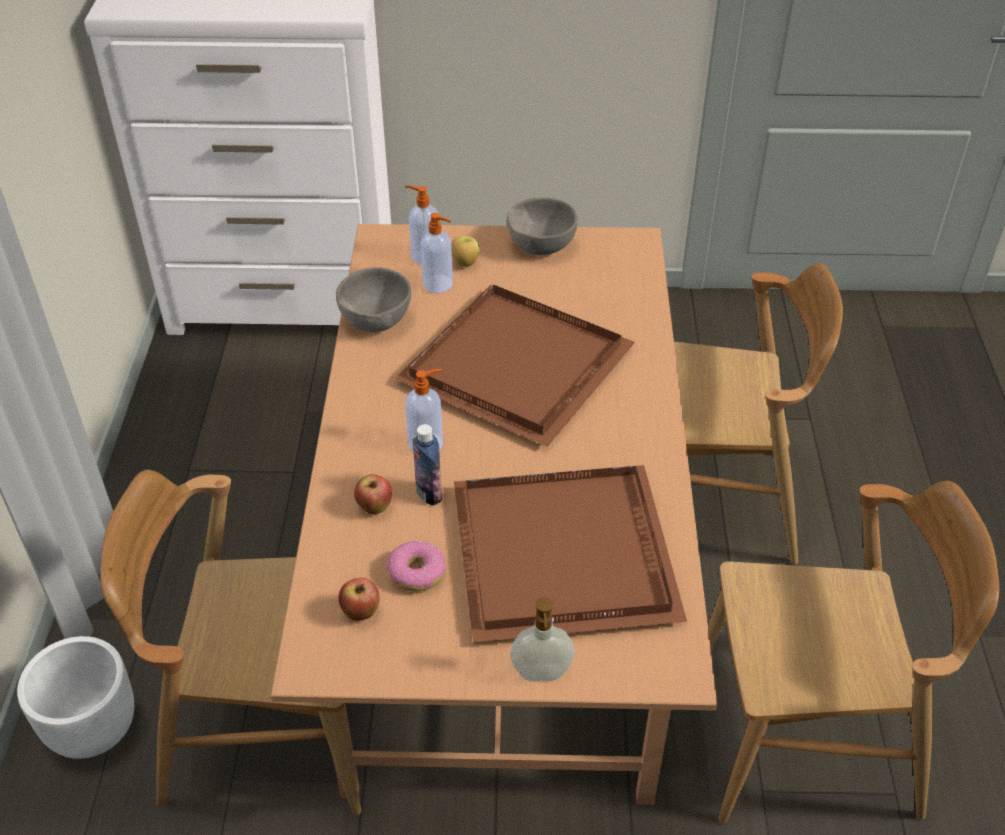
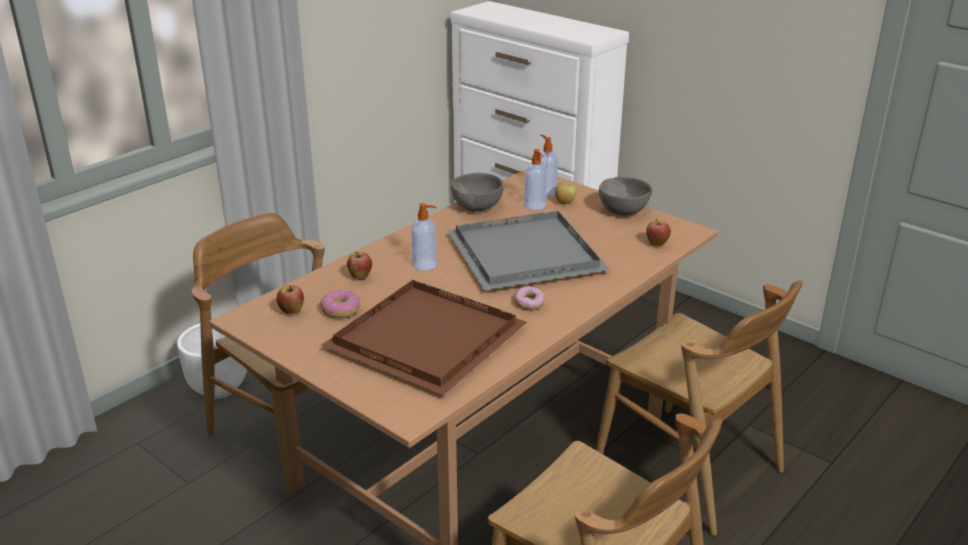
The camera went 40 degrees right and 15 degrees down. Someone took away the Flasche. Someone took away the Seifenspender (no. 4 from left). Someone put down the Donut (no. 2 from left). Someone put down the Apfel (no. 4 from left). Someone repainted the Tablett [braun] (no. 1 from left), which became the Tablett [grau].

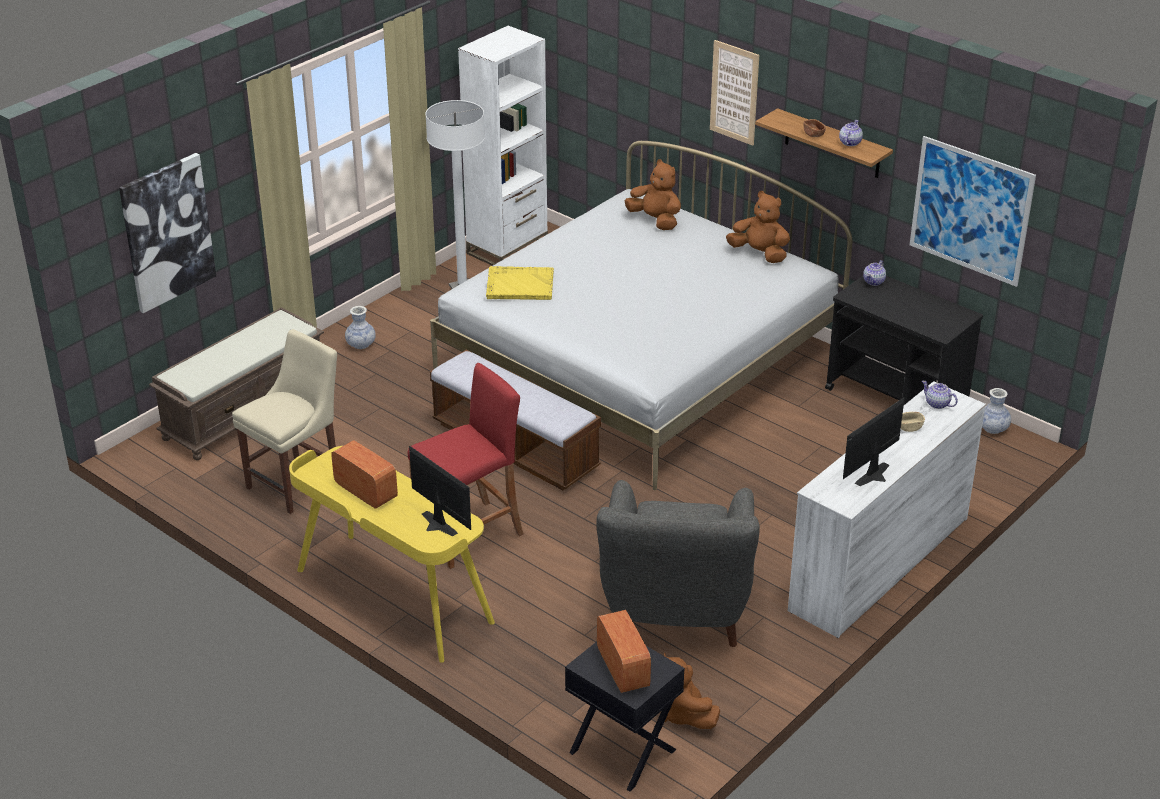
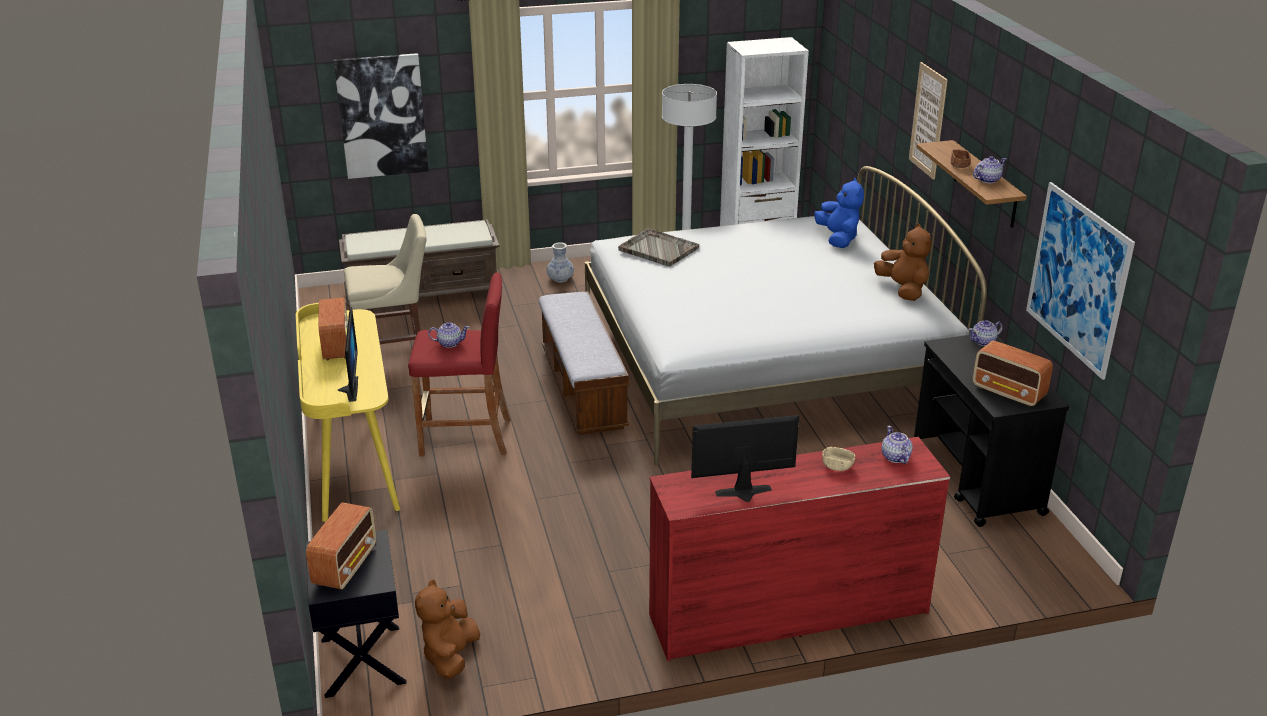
The camera went 35 degrees right and 5 degrees down. Someone took away the Sessel [grau]. Someone took away the Vase (no. 2 from left). Someone put down the Teekanne (no. 1 from left). Someone put down the Radio (no. 3 from left). Someone repainted the Tablett [gelb], which became the Tablett [grau]. Someone repainted the Plüschtier [braun] (no. 1 from left), which became the Plüschtier [blau]. Someone repainted the Kommode [weiß], which became the Kommode [rot].

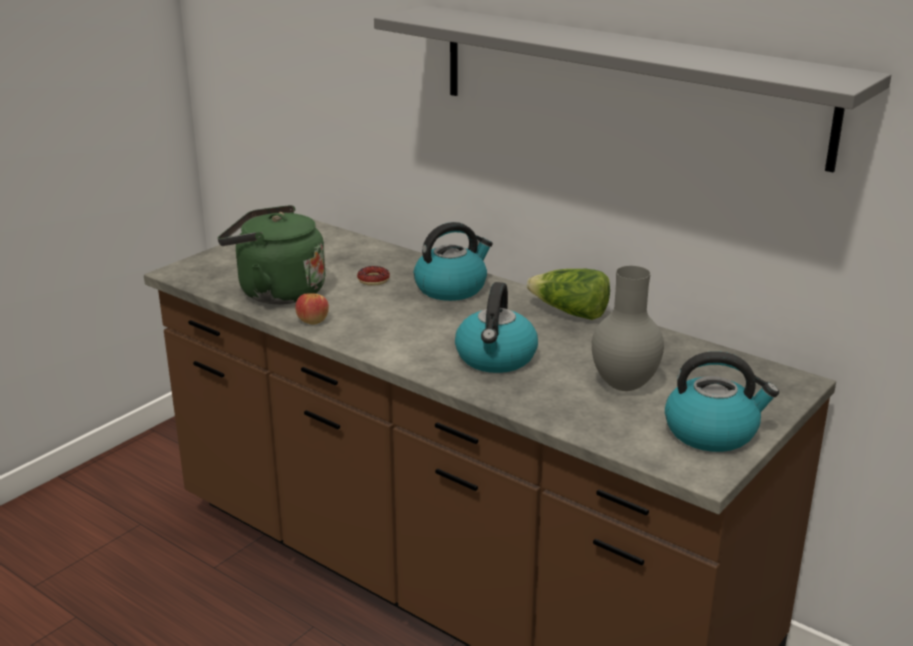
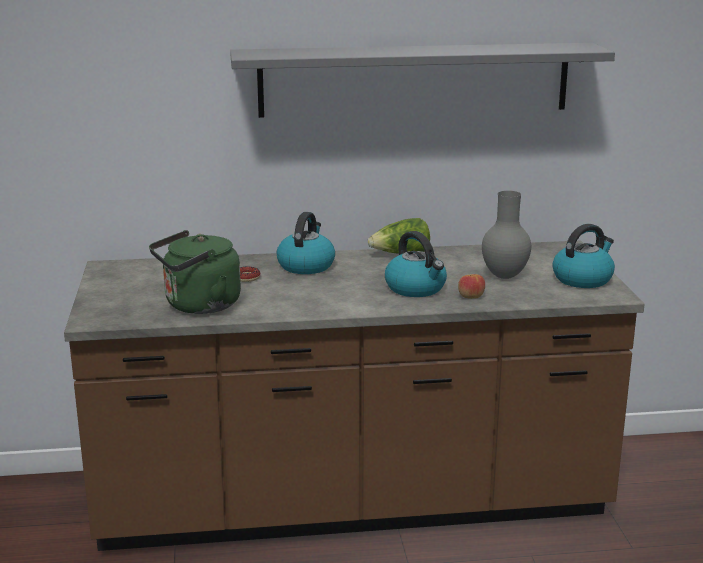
The camera went 45 degrees left and 5 degrees down. Someone carried the Apfel.

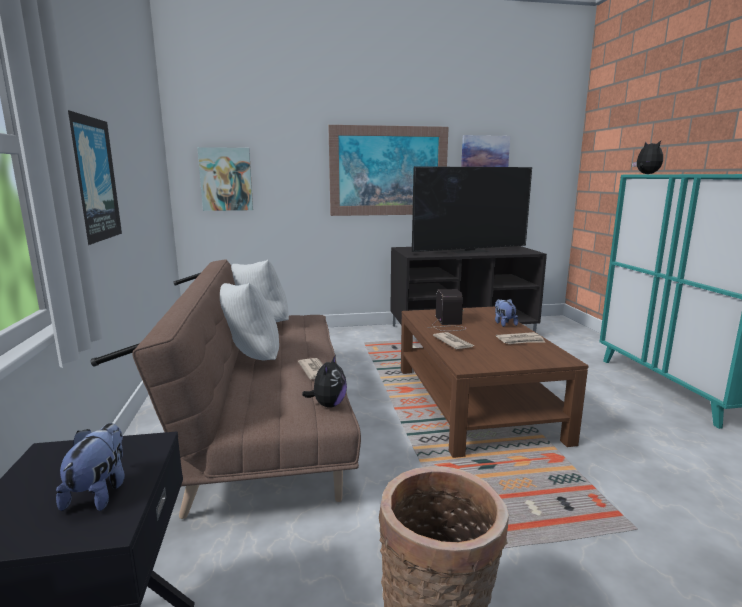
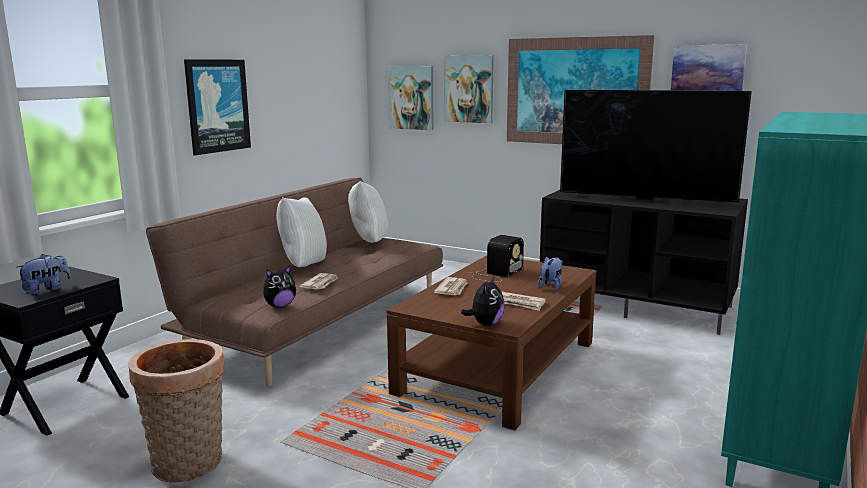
The camera went 40 degrees right and 0 degrees up. Someone put up the Bild (no. 3 from left). Someone carried the Plüschtier (no. 4 from left in the first image).

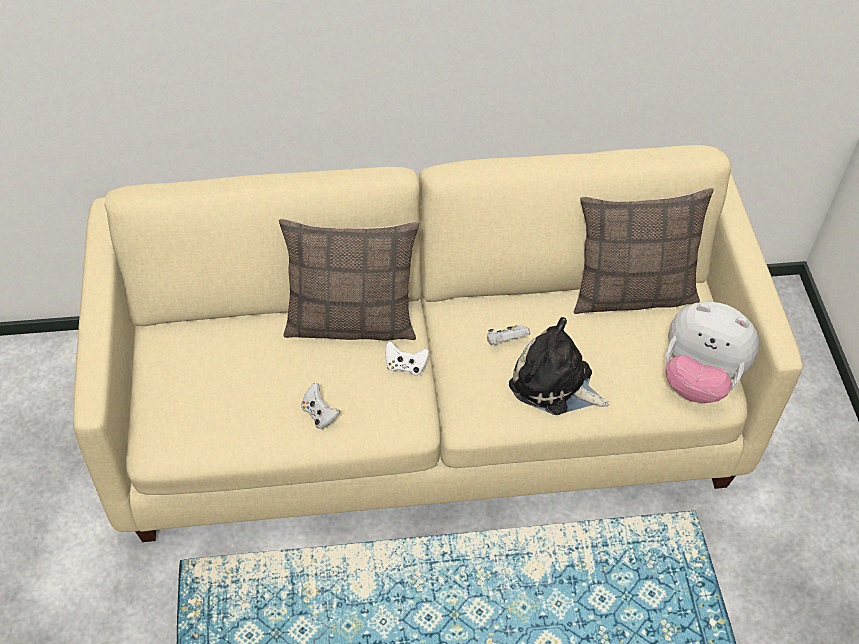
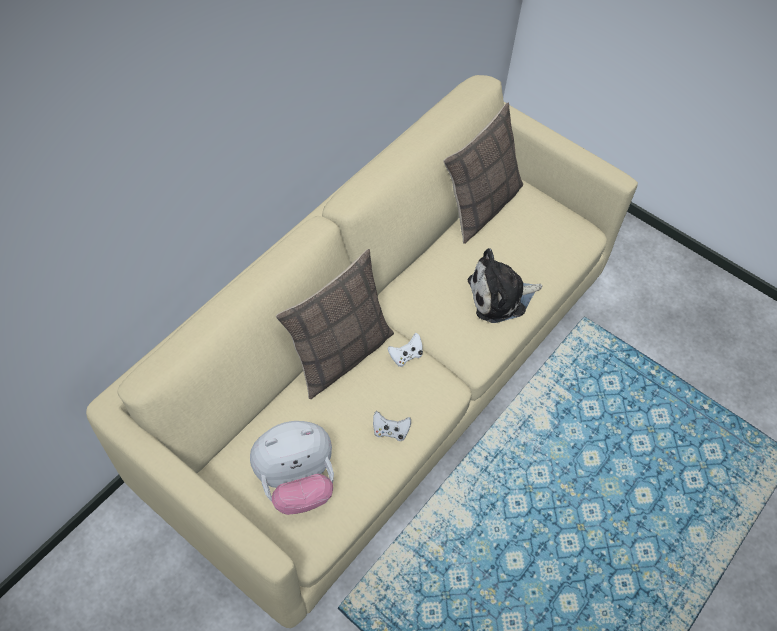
The camera went 45 degrees left and 5 degrees up. Someone took away the Gamepad [weiß] (no. 3 from left). Someone carried the Plüschtier (no. 2 from left in the first image).

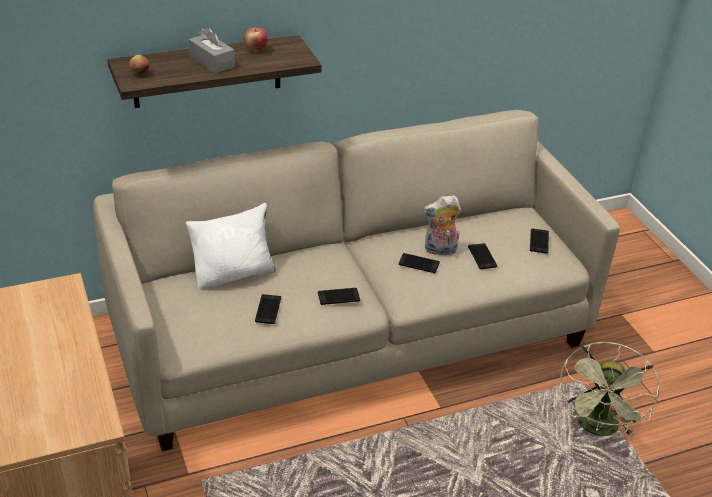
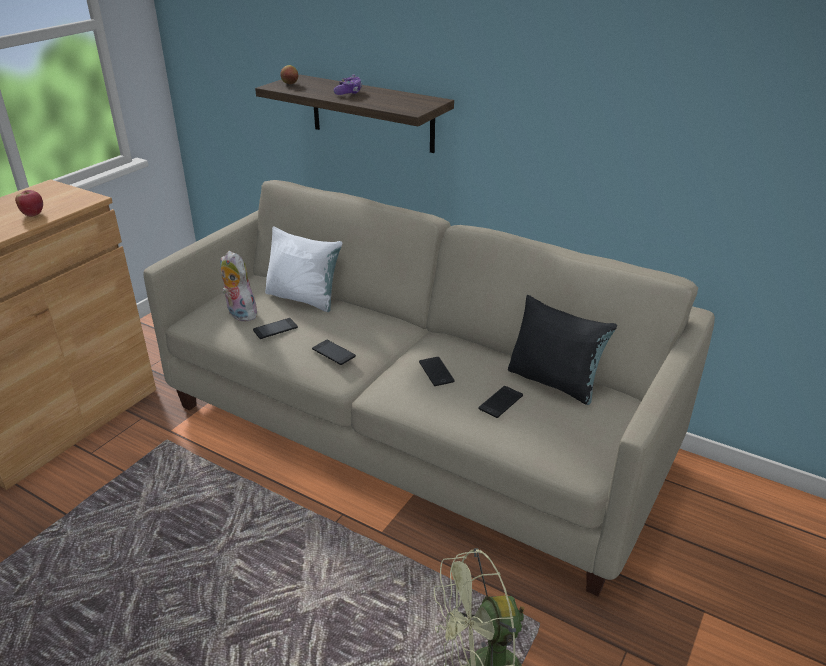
The camera went 55 degrees right and 5 degrees down. Someone took away the Handy (no. 5 from left). Someone put down the Kissen [schwarz]. Someone carried the Apfel (no. 2 from left in the first image). Someone carried the Plüschtier. Someone swapped the Taschentuchbox [grau] for the Gamepad.

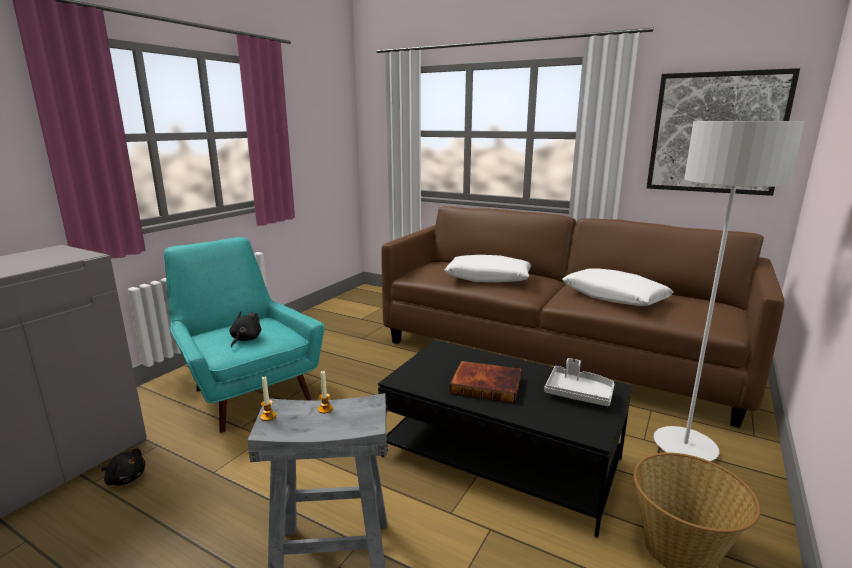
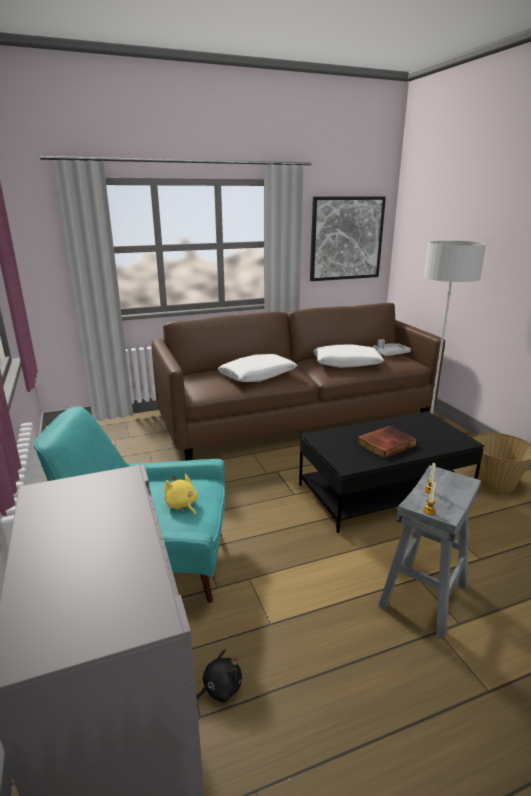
The camera went 50 degrees left and 5 degrees up. Someone carried the Tablett [grau]. Someone repainted the Plüschtier [schwarz] (no. 2 from left), which became the Plüschtier [gelb].

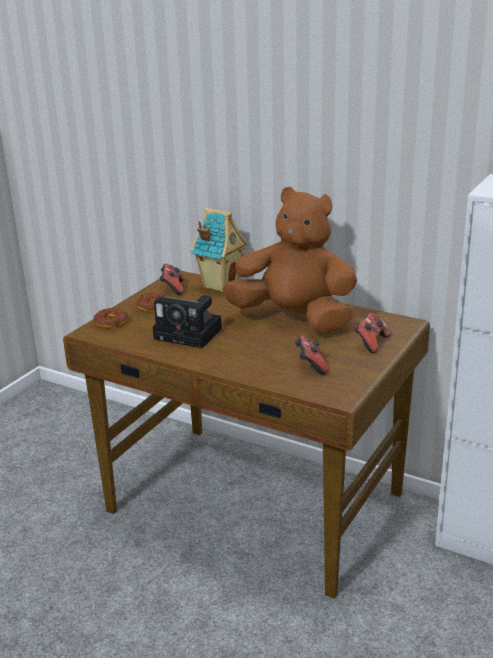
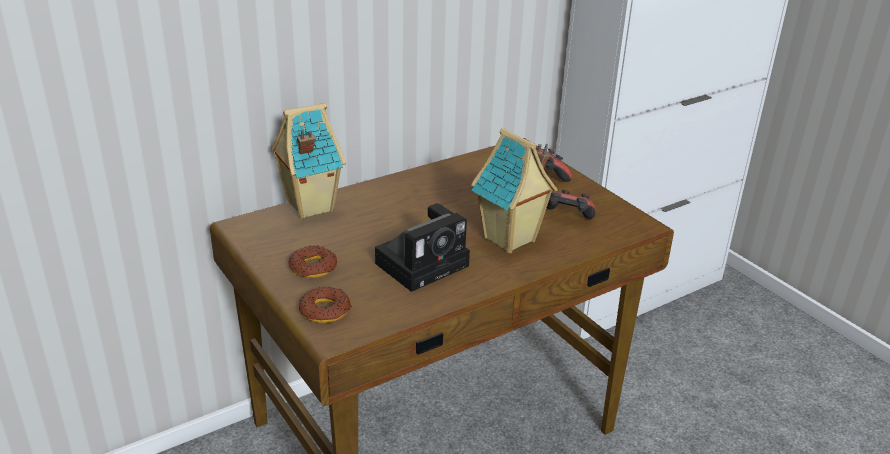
The camera went 65 degrees left and 5 degrees up. Someone took away the Gamepad (no. 1 from left). Someone took away the Plüschtier [braun]. Someone put down the Spielzeughaus (no. 2 from left).

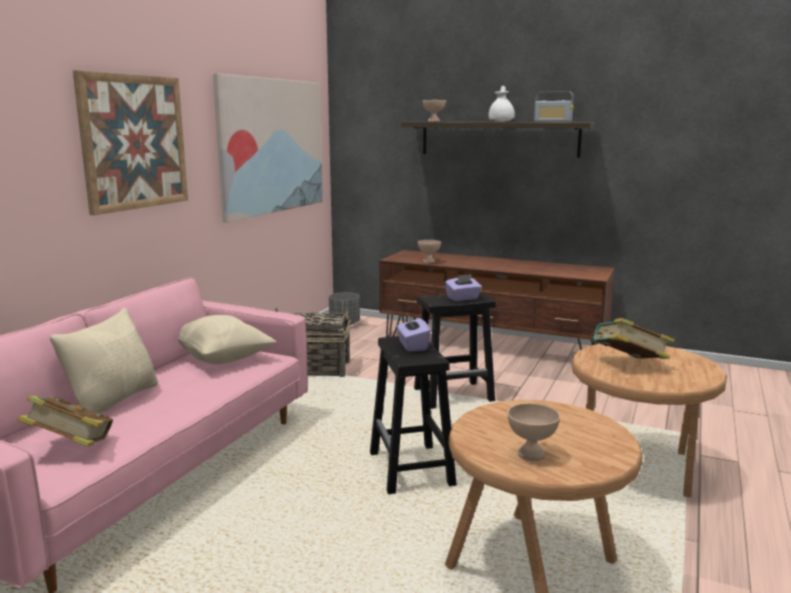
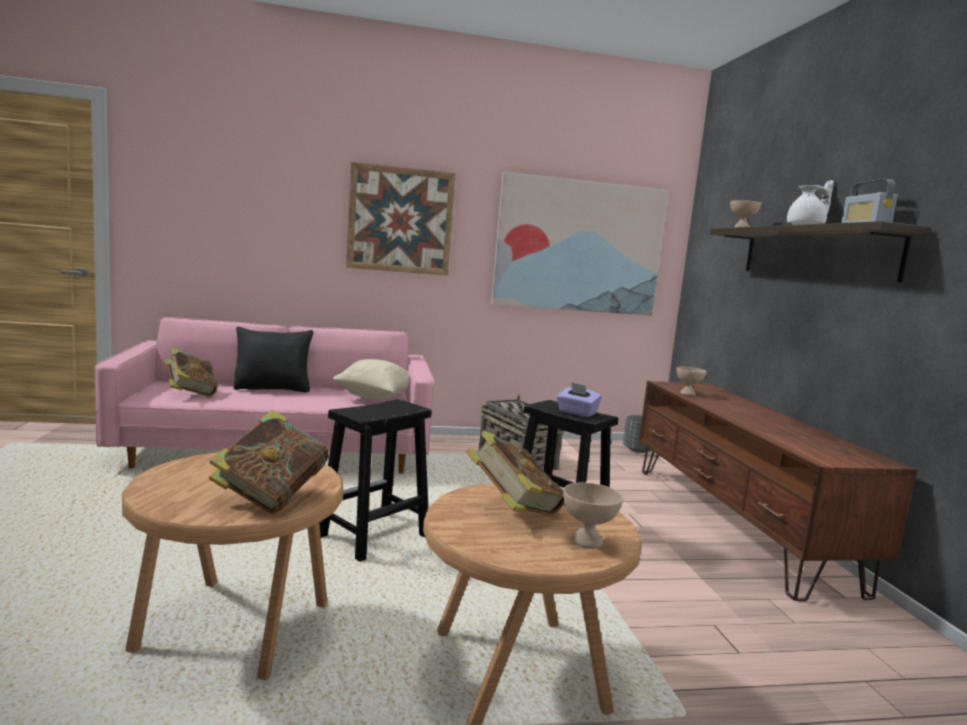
The camera went 55 degrees right and 5 degrees down. Someone took away the Taschentuchbox [lila] (no. 1 from left). Someone put down the Buch (no. 2 from left). Someone carried the Schüssel [beige] (no. 3 from left in the first image). Someone repainted the Kissen [beige] (no. 1 from left), which became the Kissen [schwarz].

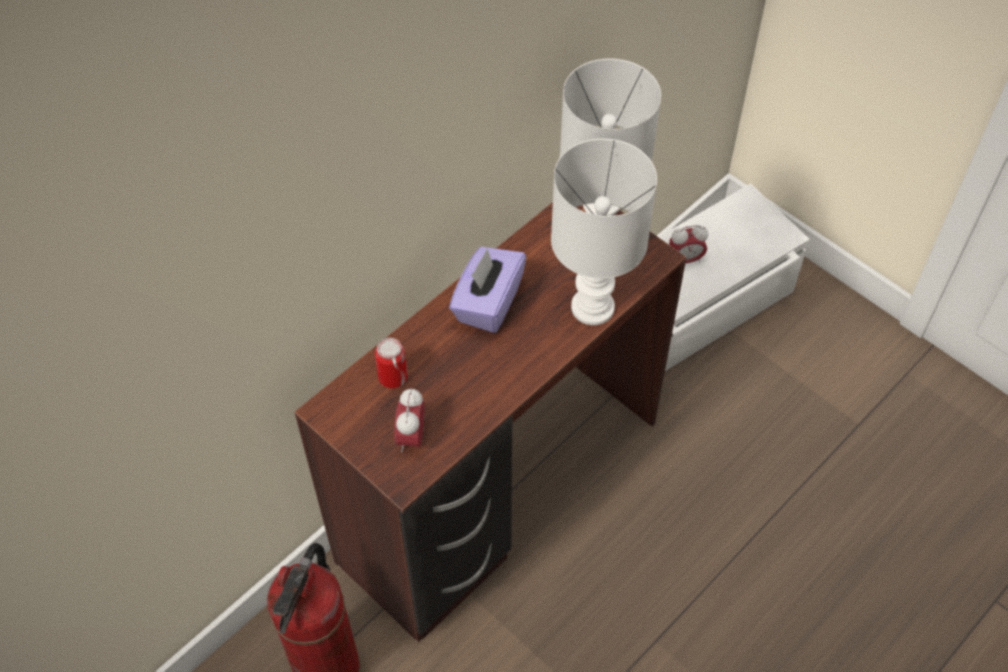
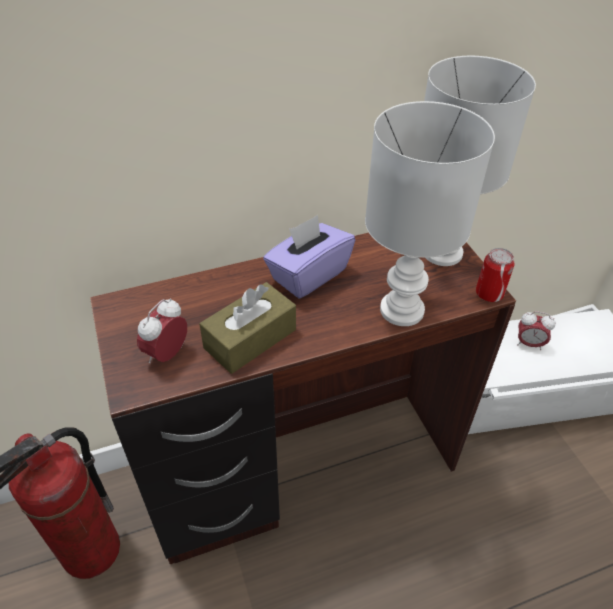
The camera went 25 degrees right and 10 degrees down. Someone put down the Taschentuchbox [braun]. Someone carried the Dose.

